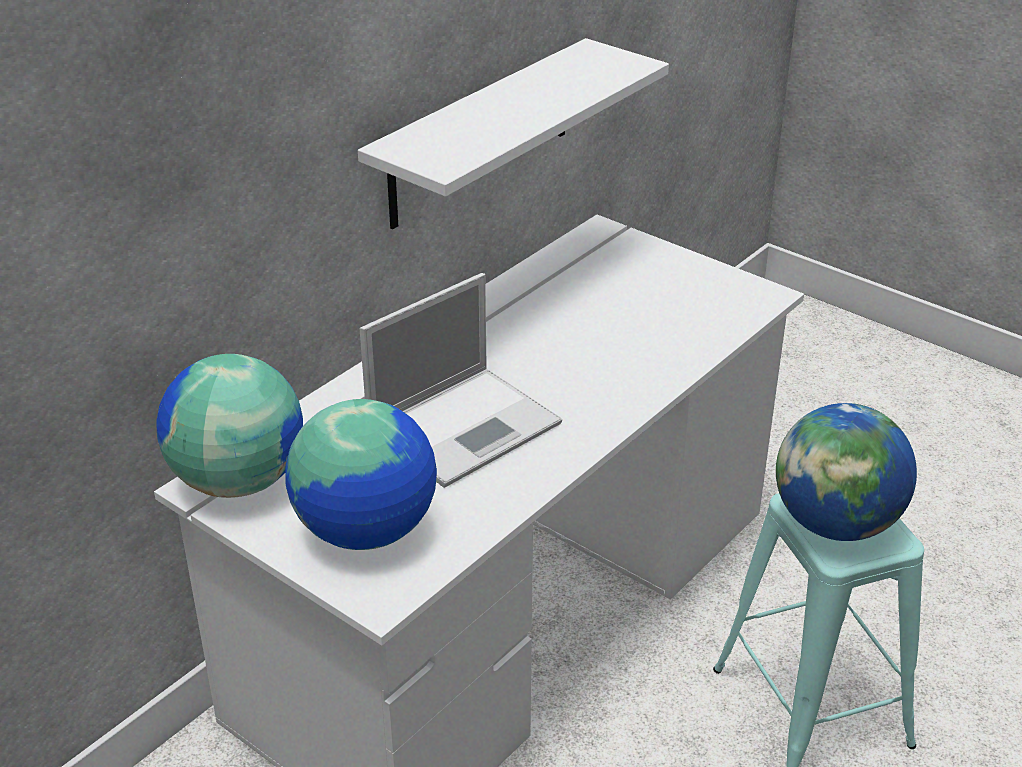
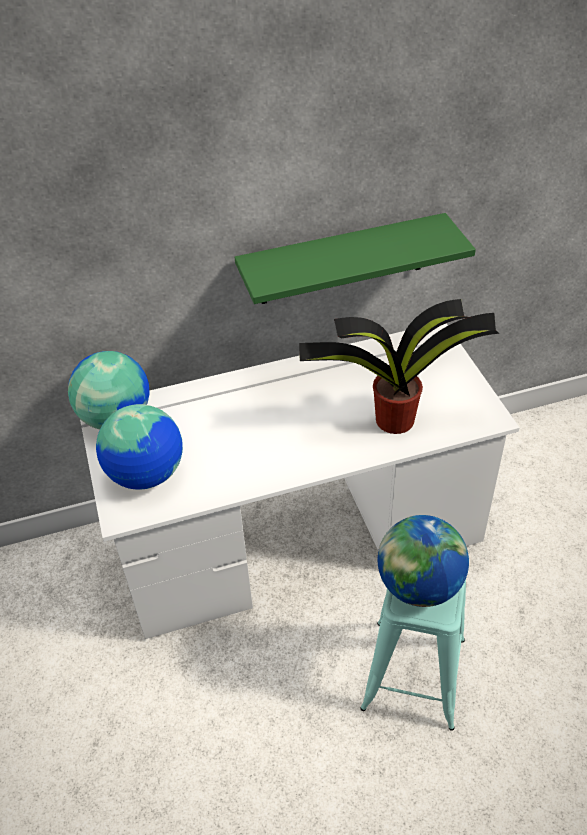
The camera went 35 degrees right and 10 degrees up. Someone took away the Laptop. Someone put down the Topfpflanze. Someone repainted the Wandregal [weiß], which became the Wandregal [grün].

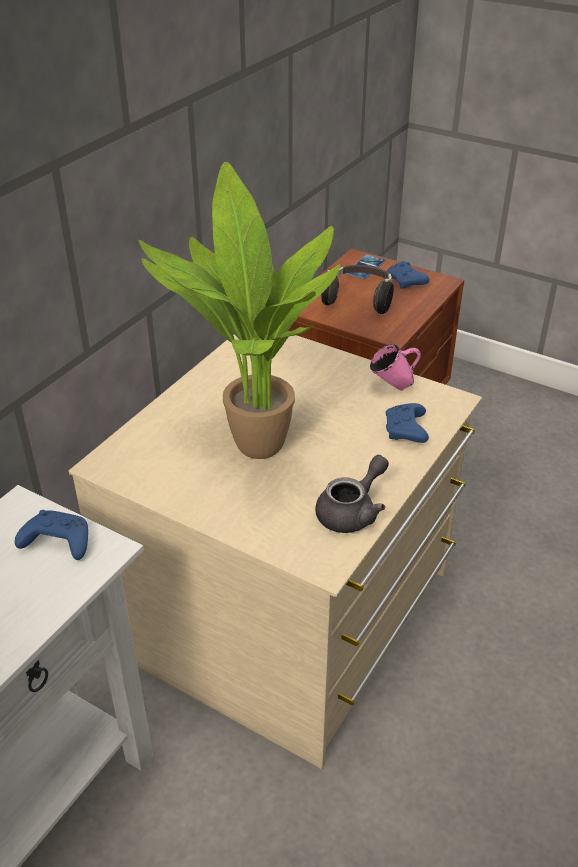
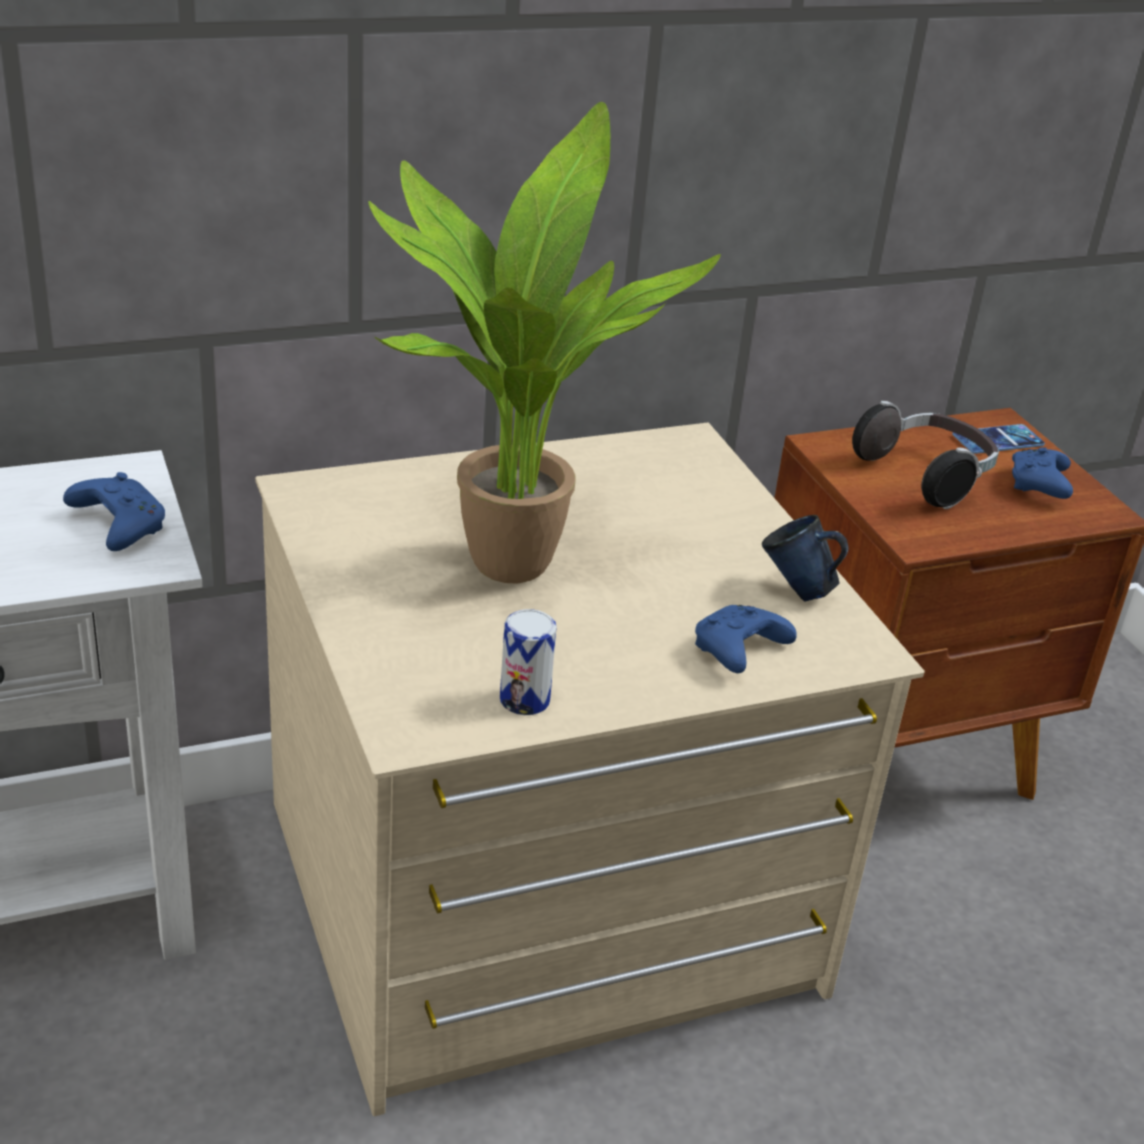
The camera went 35 degrees right and 5 degrees down. Someone swapped the Teekanne [grau] for the Dose. Someone repainted the Henkelbecher [rosa], which became the Henkelbecher [blau].

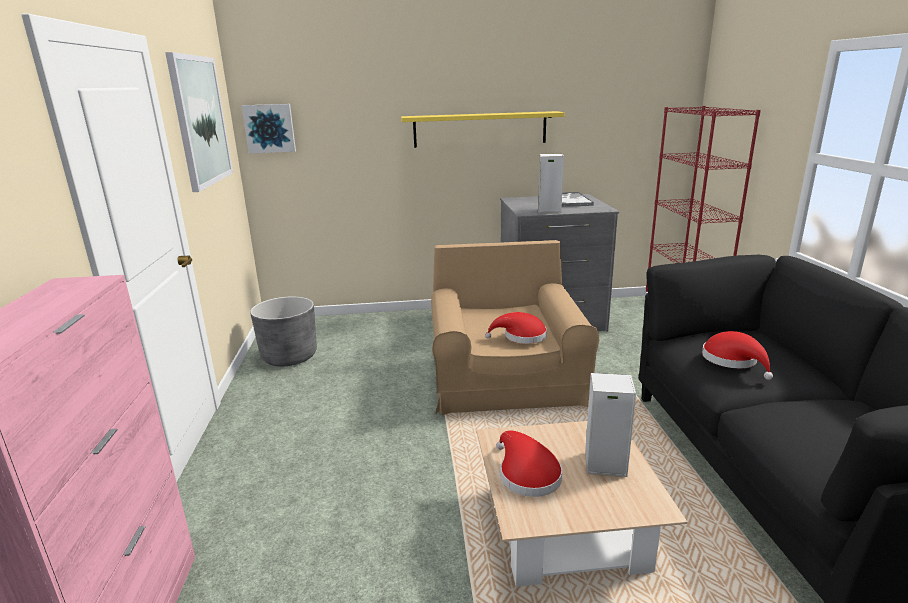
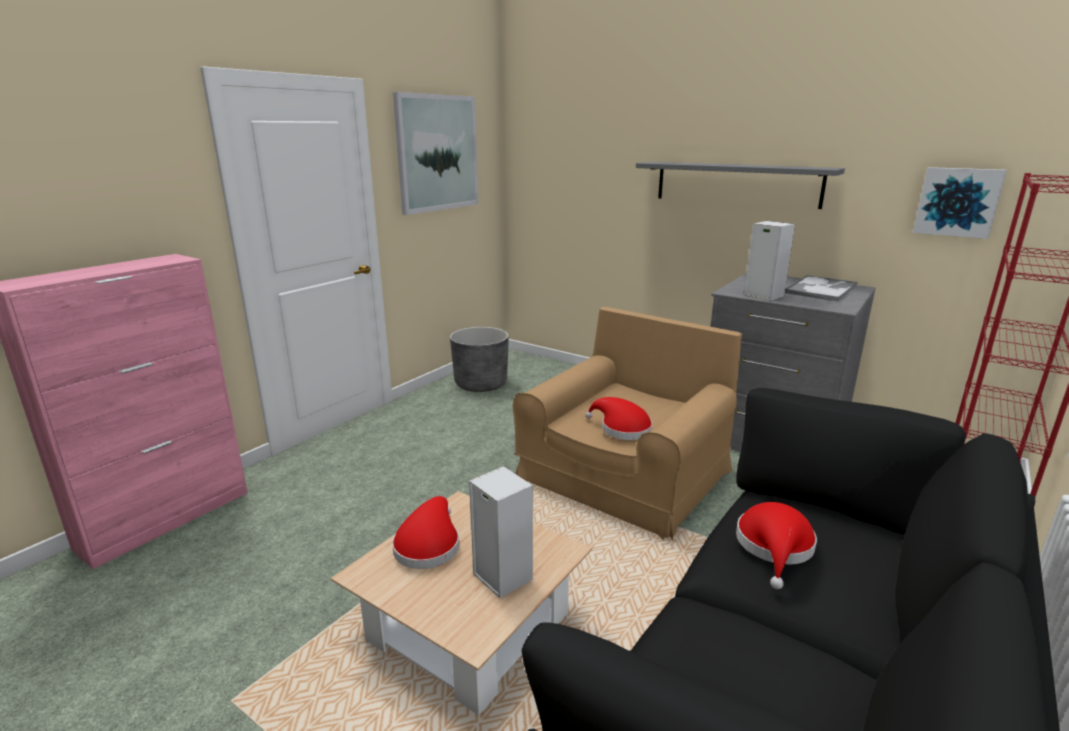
The camera went 40 degrees right and 0 degrees up. Someone carried the Bild (no. 2 from left). Someone repainted the Wandregal [gelb], which became the Wandregal [grau].

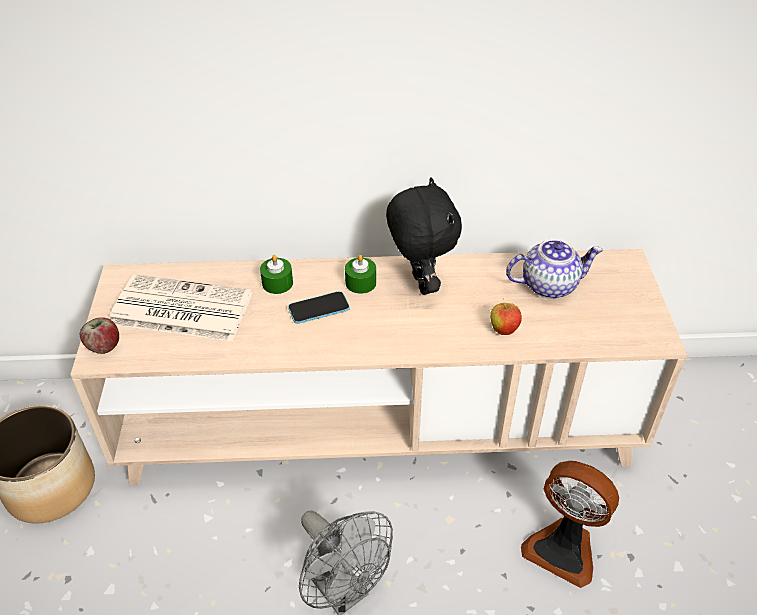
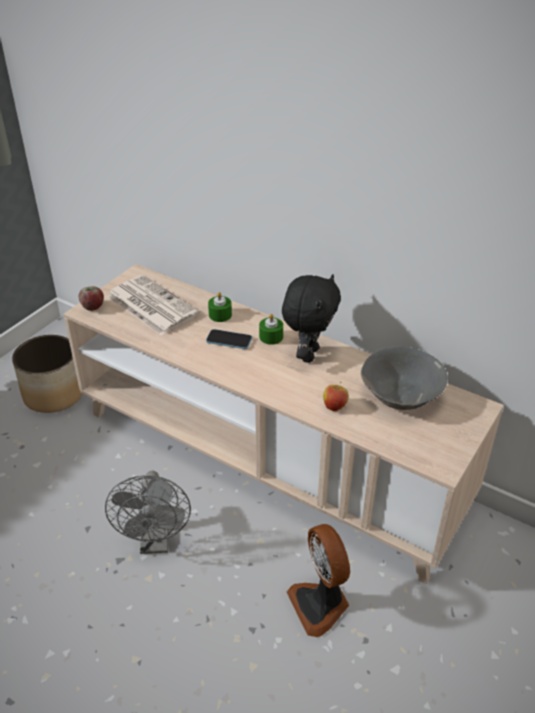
The camera went 35 degrees right and 5 degrees down. Someone swapped the Teekanne for the Schüssel [grau].

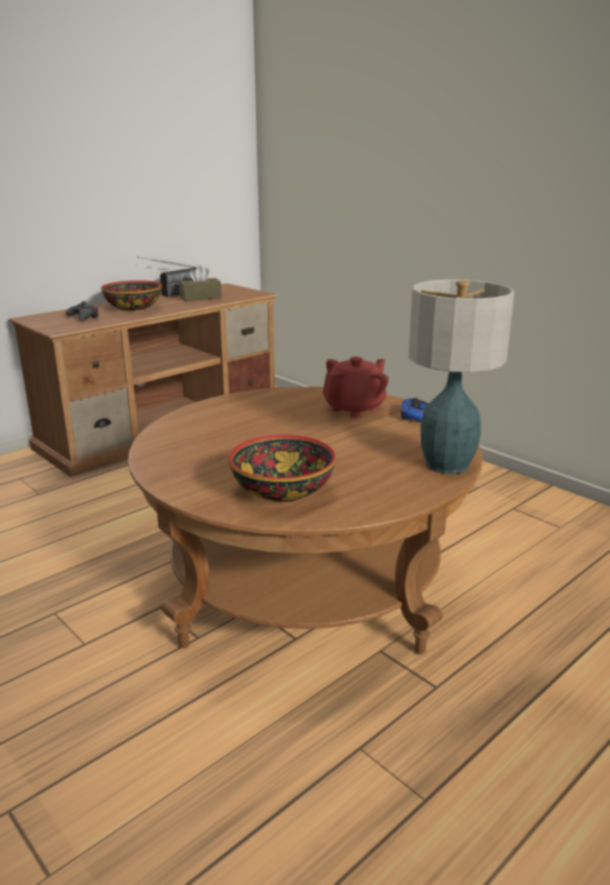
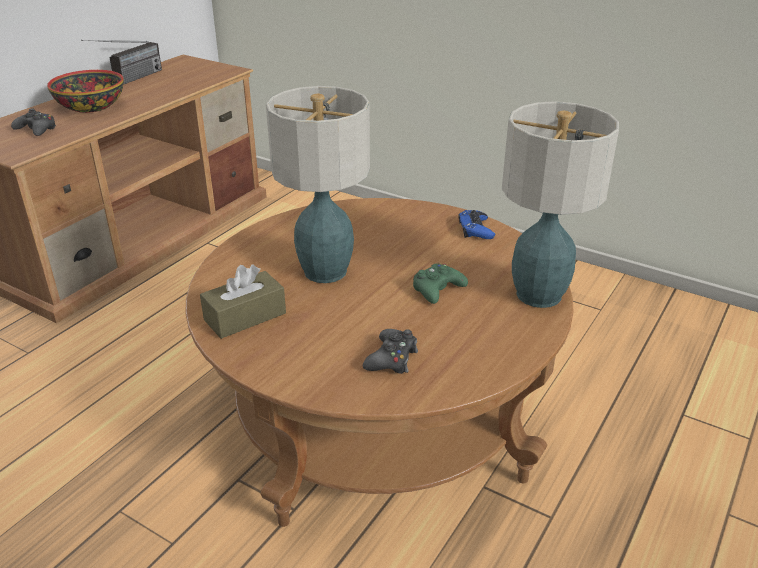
The camera went 15 degrees left and 10 degrees up. Someone took away the Teekanne [rot]. Someone put down the Tischlampe (no. 1 from left). Someone put down the Gamepad [grün]. Someone carried the Taschentuchbox [braun]. Someone swapped the Schüssel (no. 2 from left) for the Gamepad [schwarz] (no. 2 from left).

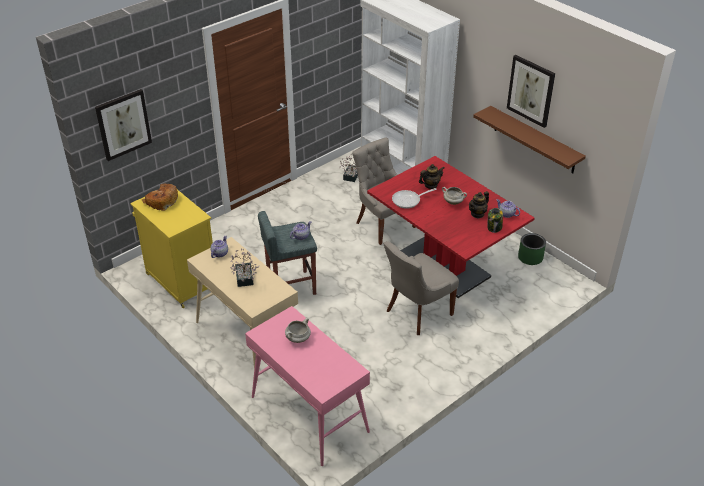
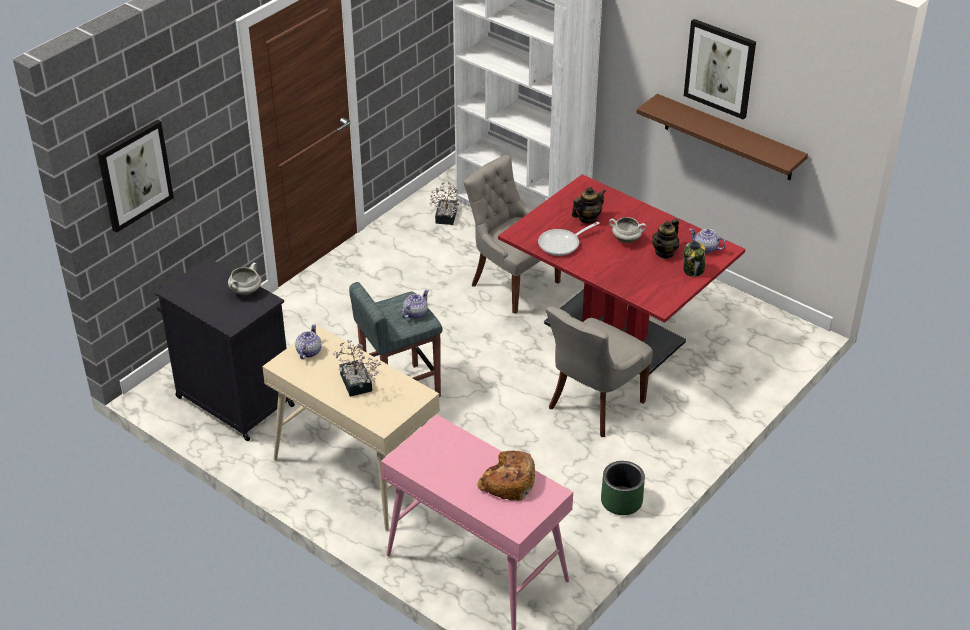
The camera went 10 degrees left and 0 degrees up. Someone carried the Brot. Someone carried the Kochtopf [weiß] (no. 1 from left). Someone carried the Pflanzkübel [grün]. Someone repainted the Schrank [gelb], which became the Schrank [schwarz].

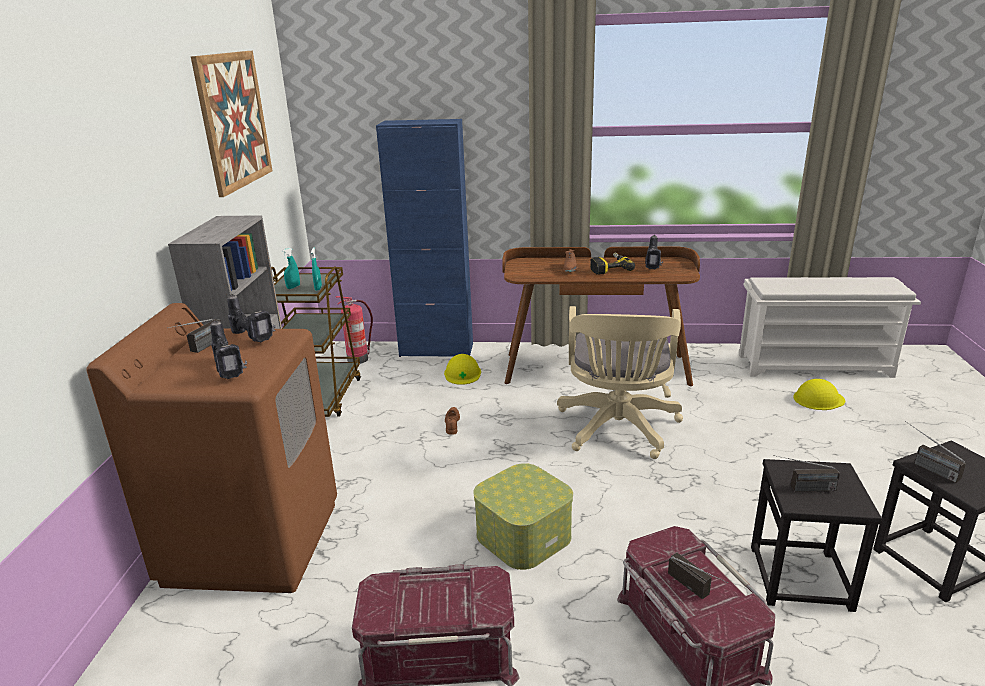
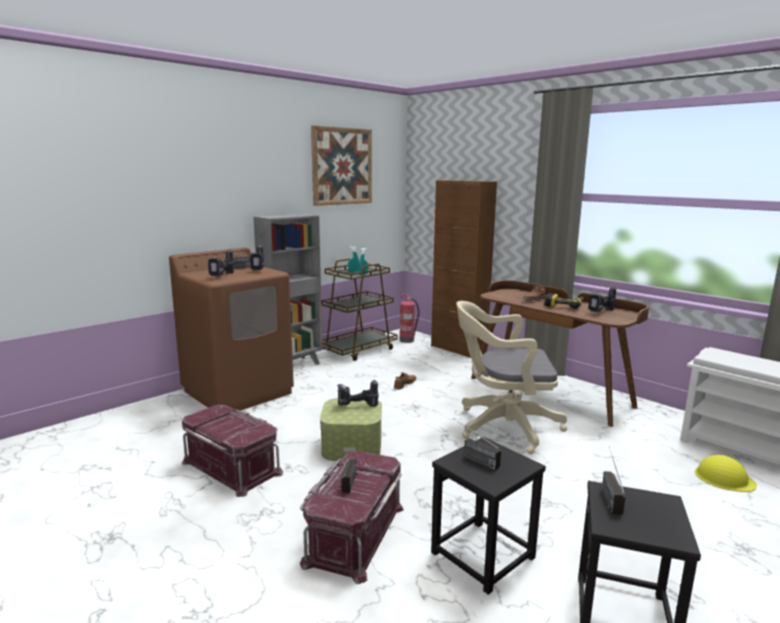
The camera went 40 degrees right and 10 degrees down. Someone took away the Schutzhelm [gelb] (no. 1 from left). Someone put down the Bohrmaschine (no. 3 from left). Someone repainted the Schrank [blau], which became the Schrank [braun]. Someone rotated the Bürostuhl [beige] by 45 degrees clockwise.

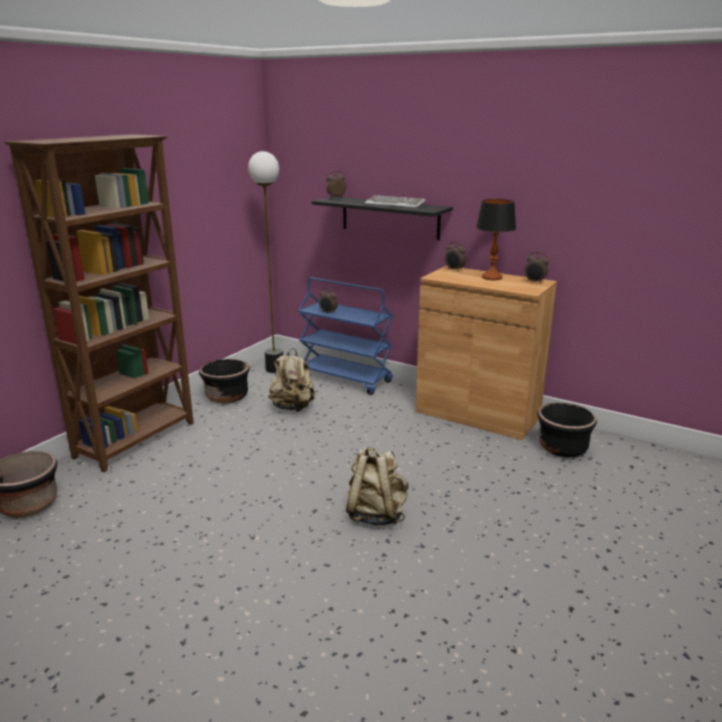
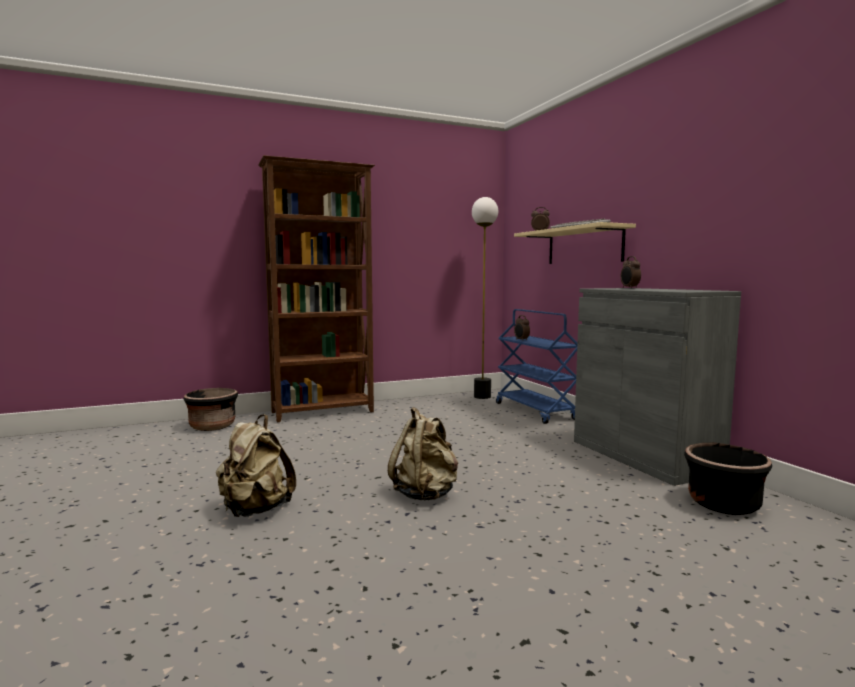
The camera went 35 degrees right and 15 degrees down. Someone took away the Pflanzkübel [schwarz] (no. 2 from left). Someone took away the Tischlampe. Someone took away the Wecker (no. 4 from left). Someone carried the Rucksack [beige] (no. 1 from left). Someone repainted the Wandregal [schwarz], which became the Wandregal [beige]. Someone repainted the Schrank [braun], which became the Schrank [grau].

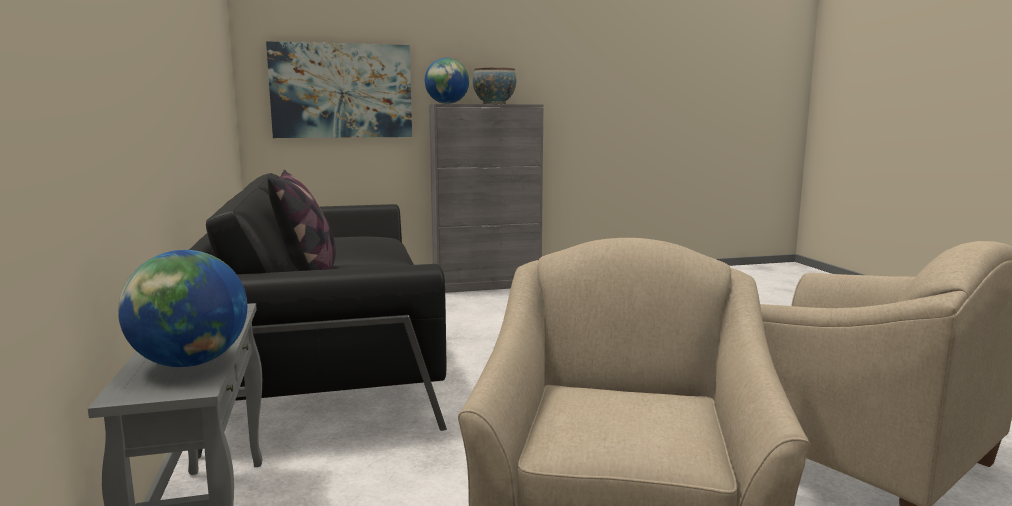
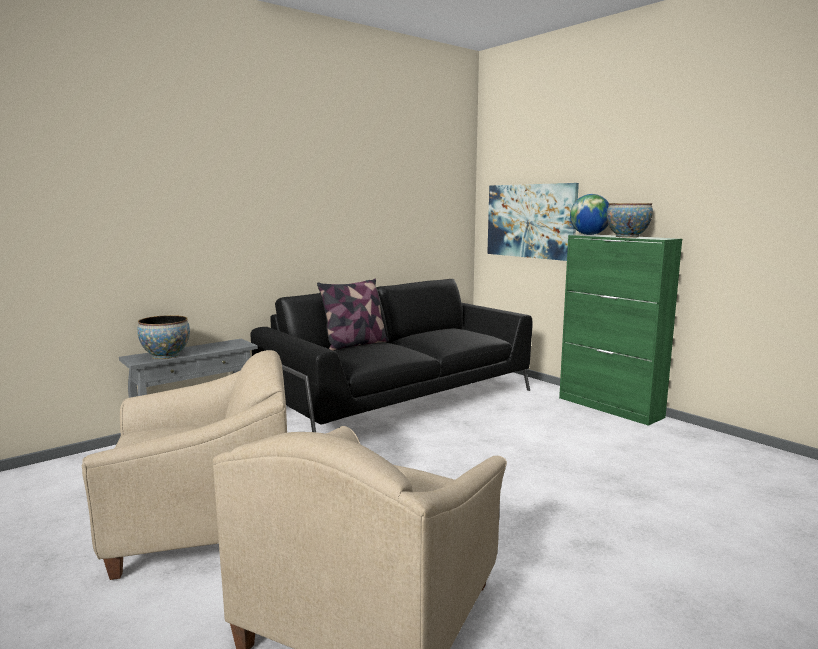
The camera went 65 degrees right and 0 degrees up. Someone swapped the Globus (no. 1 from left) for the Schüssel (no. 1 from left). Someone repainted the Schrank [grau], which became the Schrank [grün].

